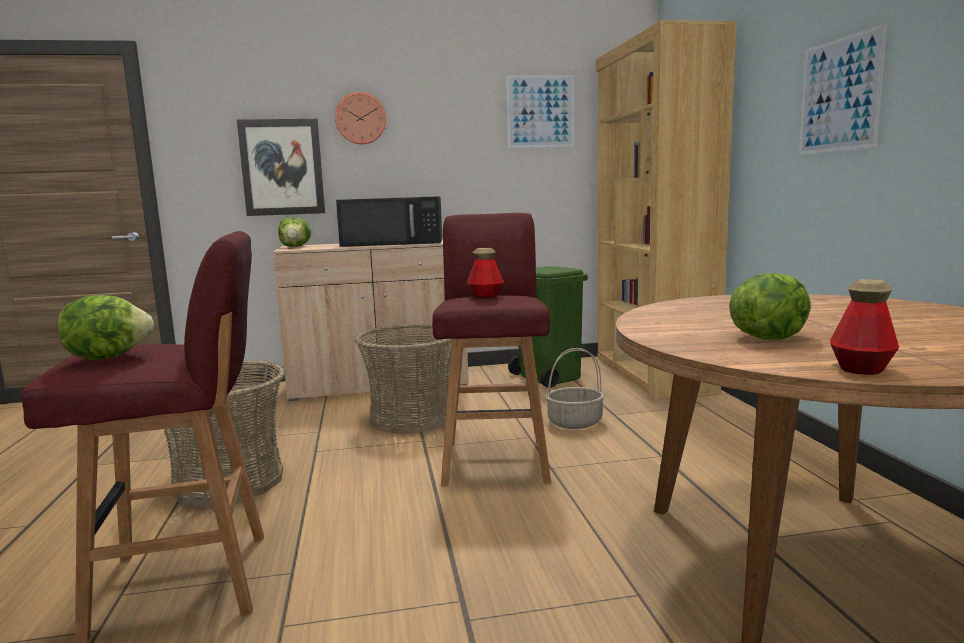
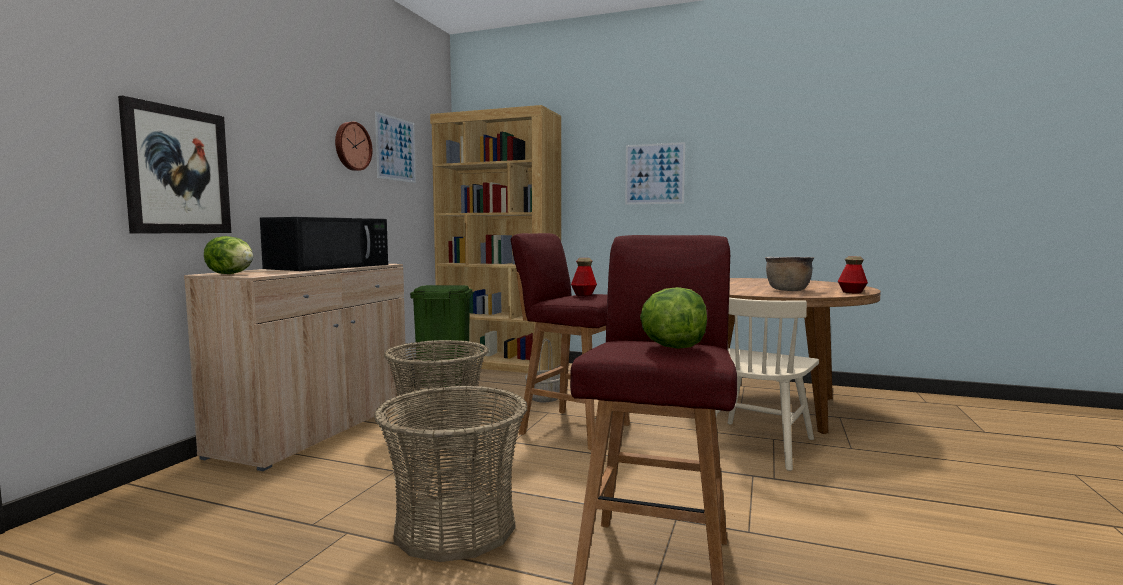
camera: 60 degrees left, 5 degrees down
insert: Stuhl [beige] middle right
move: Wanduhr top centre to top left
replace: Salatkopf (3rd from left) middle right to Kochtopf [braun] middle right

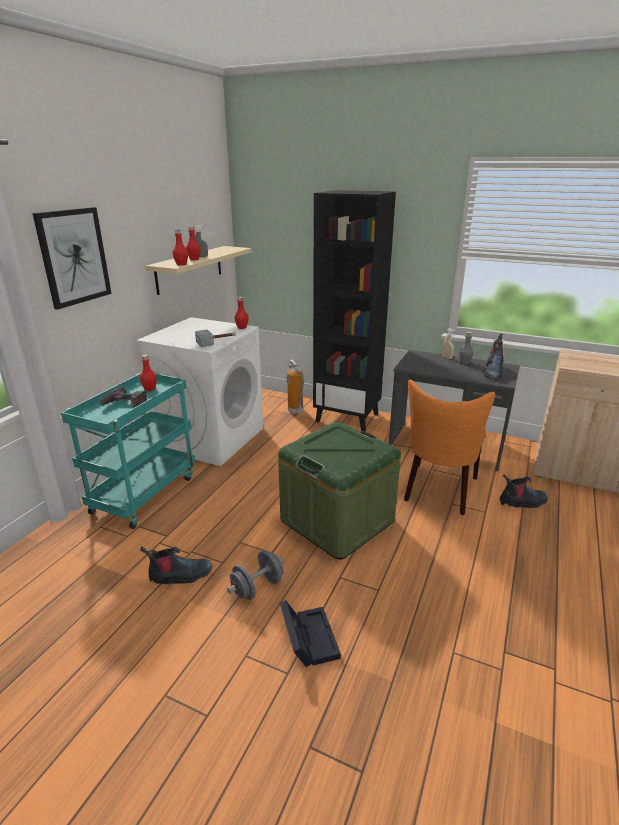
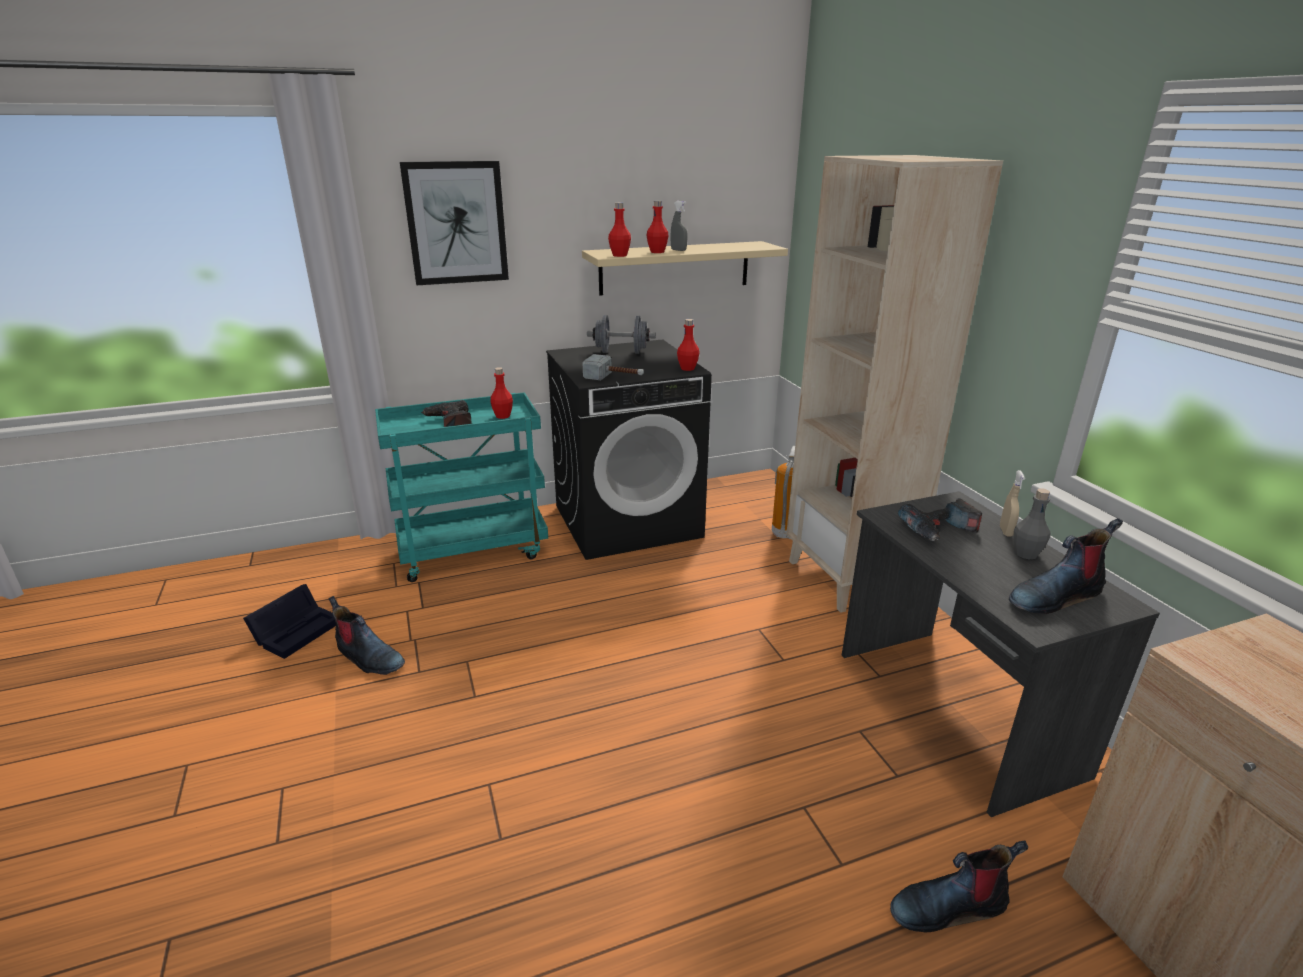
camera: 45 degrees right, 0 degrees up
delete: Aufbewahrungsbox [grün] centre; Stuhl [orange] middle right
insert: Bohrmaschine (2nd from left) middle right
move: Hantel [grau] bottom centre to centre; Aufbewahrungsbox [schwarz] bottom centre to middle left
recolor: Waschmaschine [weiß] middle left to Waschmaschine [schwarz] centre; Bücherregal [schwarz] centre to Bücherregal [beige] middle right
rotate: Stiefel (3rd from left in the first image) middle right = bottom right 135 degrees clockwise

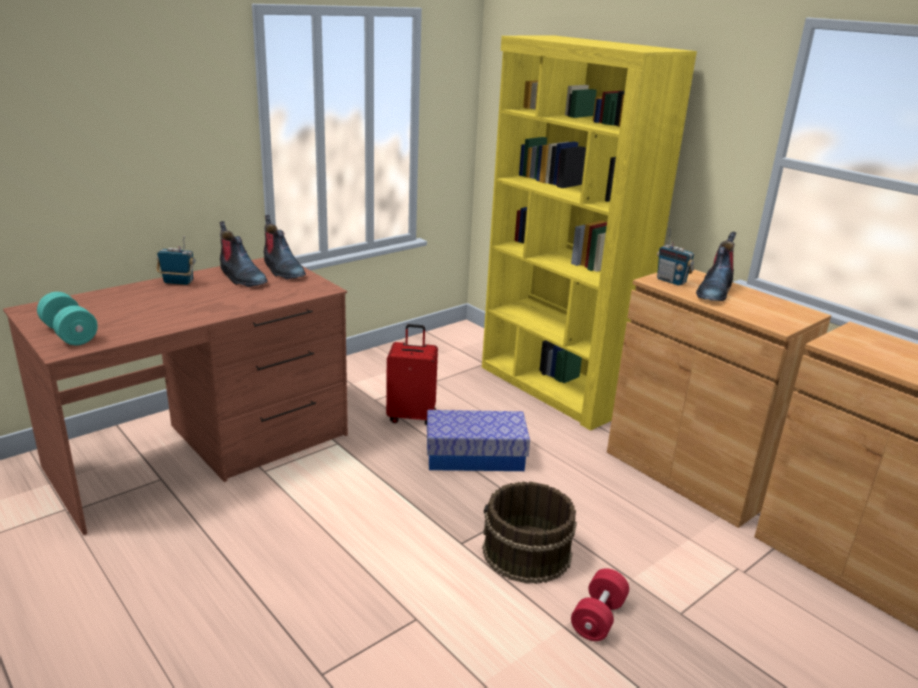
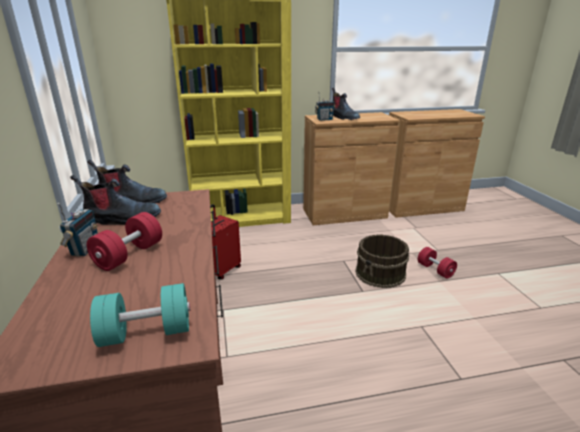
camera: 60 degrees left, 0 degrees up
delete: Aufbewahrungsbox centre
insert: Hantel [rot] (1st from left) middle left
rotate: Radio (1st from left) middle left = middle left 150 degrees clockwise

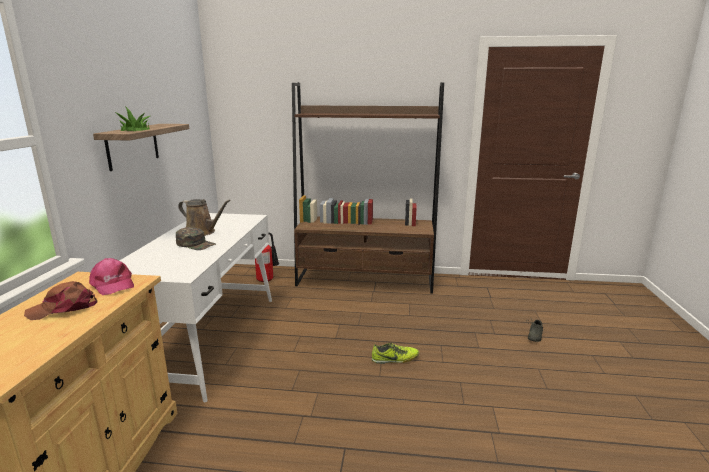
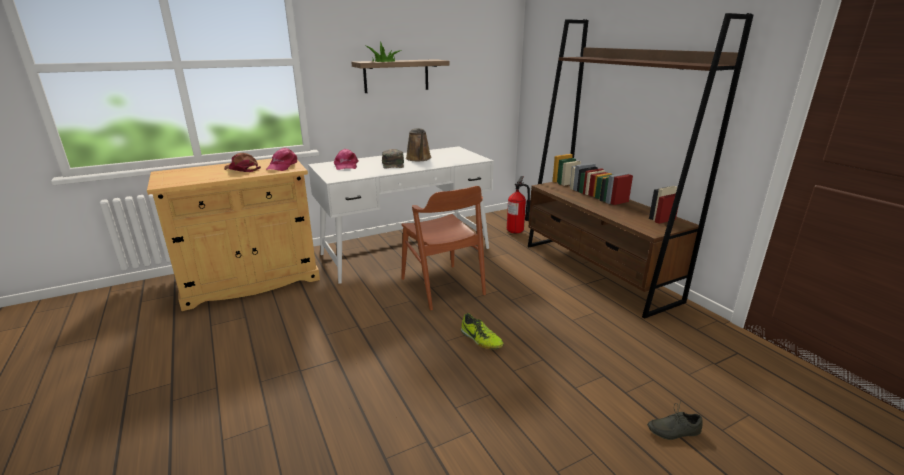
camera: 55 degrees right, 5 degrees up
insert: Kappe [rosa] (2nd from left) centre; Stuhl [braun] centre

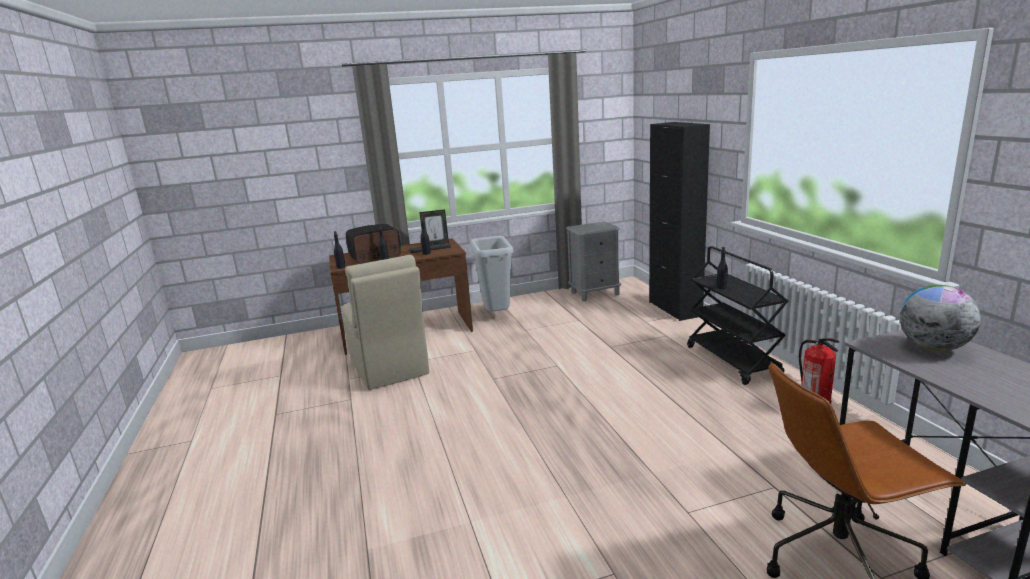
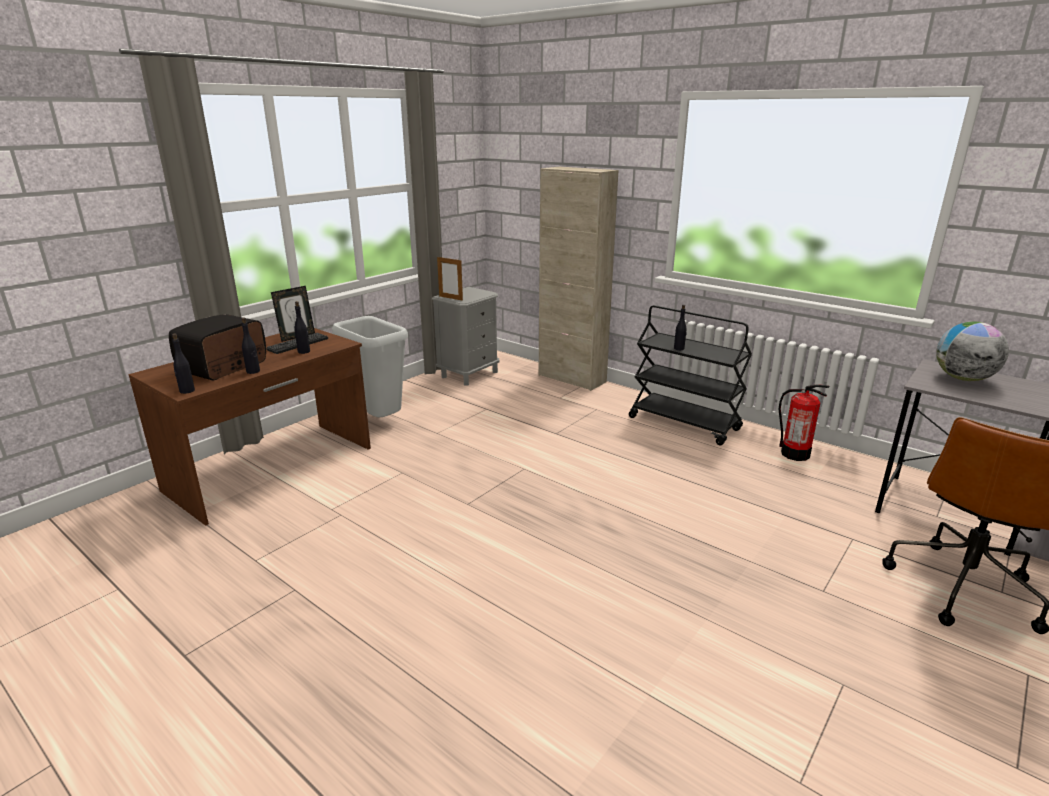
camera: 35 degrees left, 5 degrees up
delete: Stuhl [beige] centre
insert: Bilderrahmen (2nd from left) centre
recolor: Schrank [schwarz] centre to Schrank [beige] centre

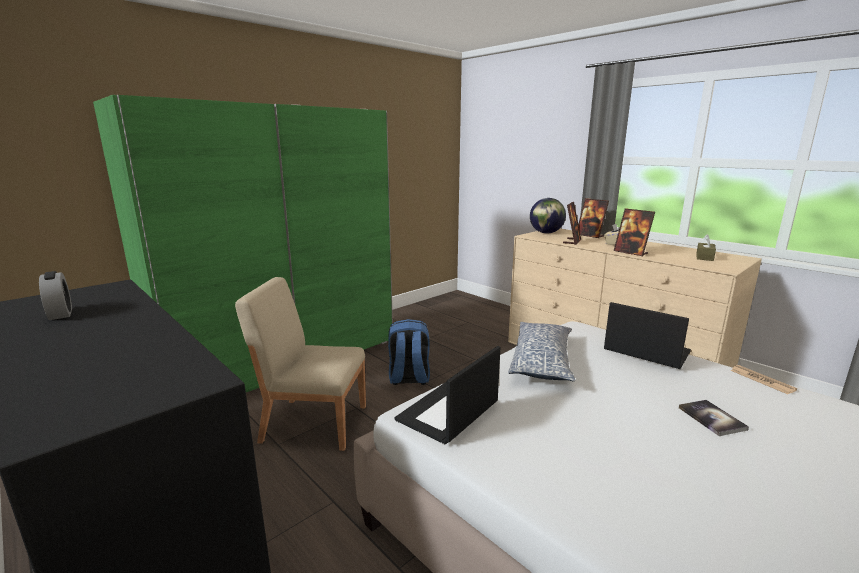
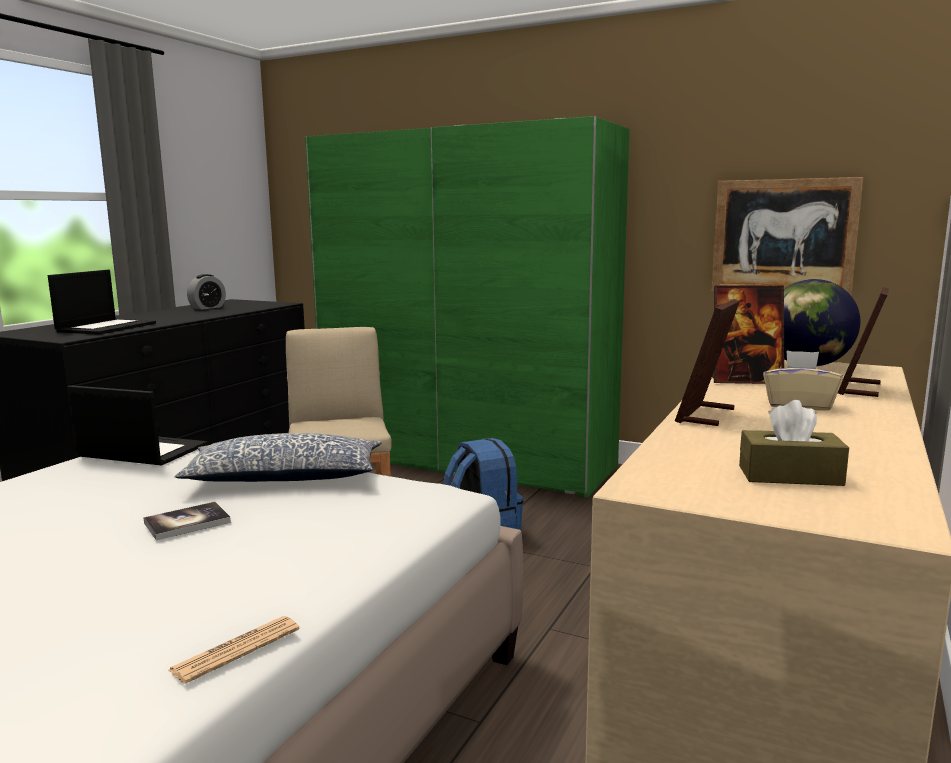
camera: 70 degrees right, 5 degrees down
insert: Bild top right
move: Laptop (2nd from left in the first image) middle right to Laptop (1st from left) middle left; Buch bottom right to bottom left

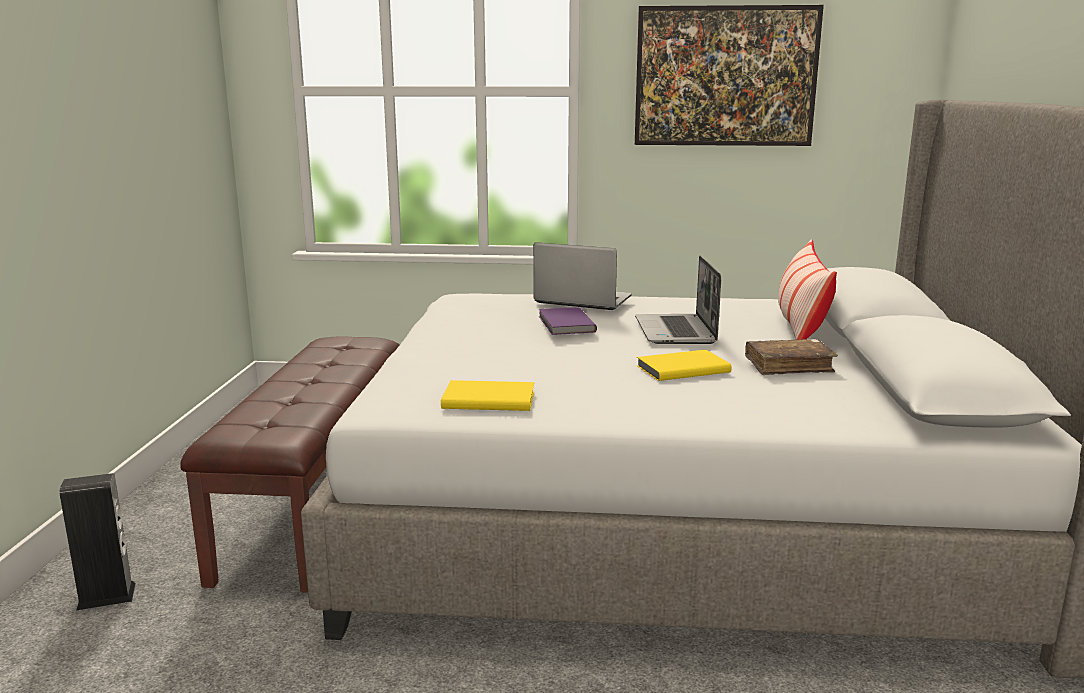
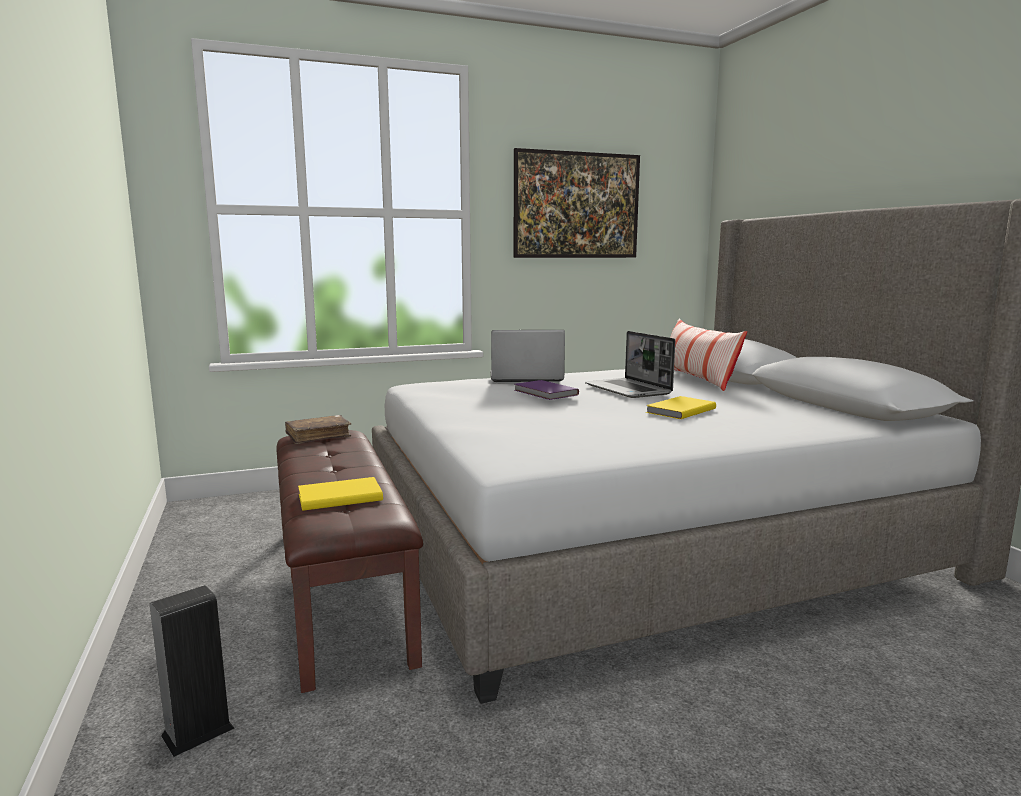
camera: 25 degrees left, 5 degrees down
move: Buch [gelb] (1st from left) centre to middle left; Buch [braun] middle right to middle left

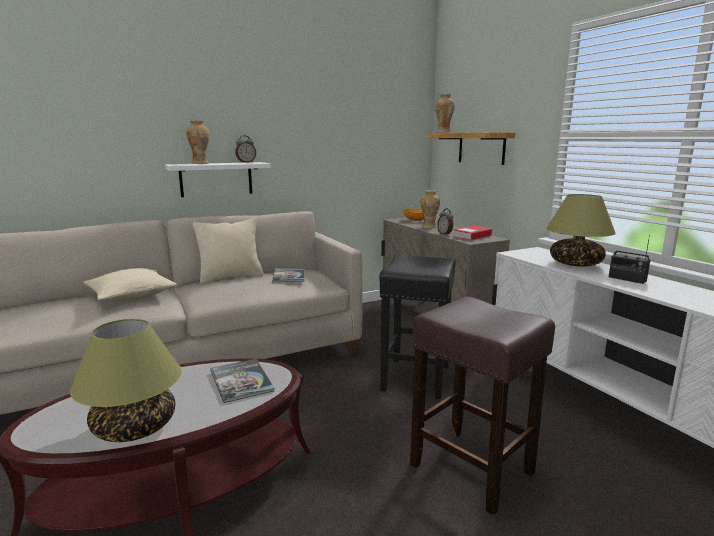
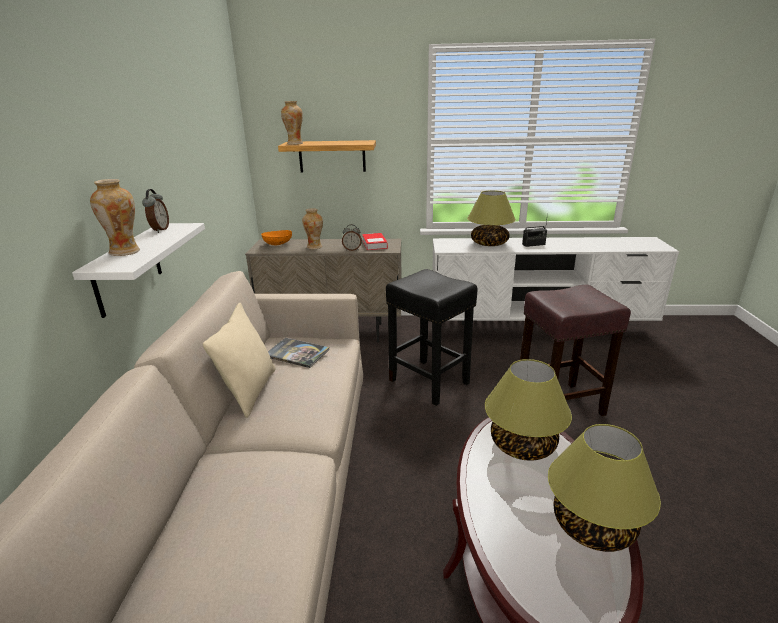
camera: 60 degrees left, 10 degrees up
delete: Kissen [beige] (1st from left) middle left
replace: Buch (1st from left) bottom centre to Tischlampe (2nd from left) middle right

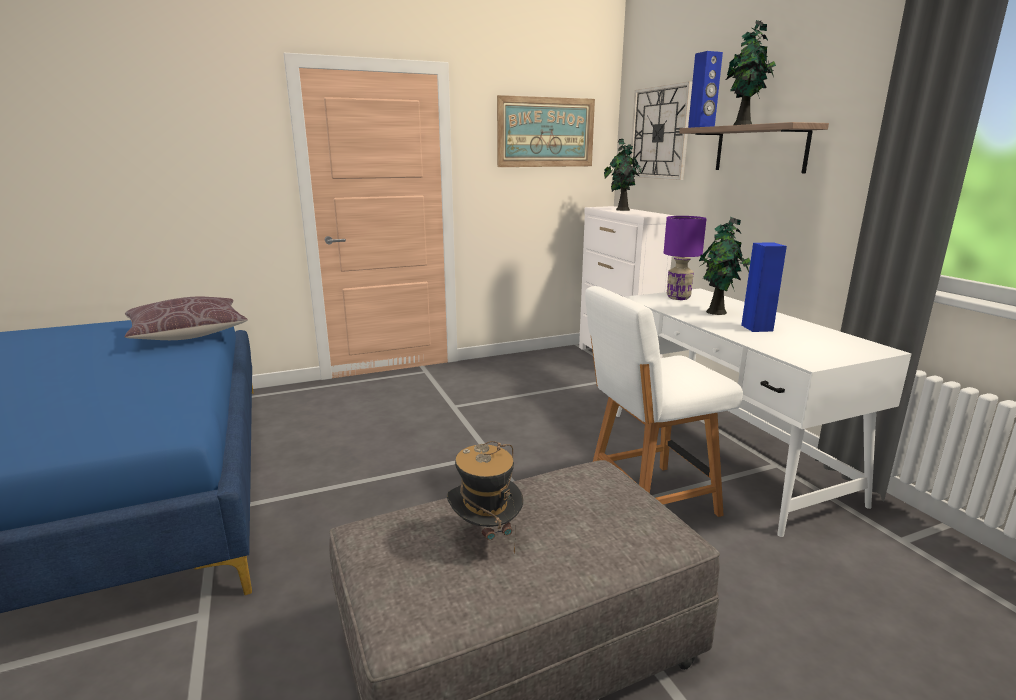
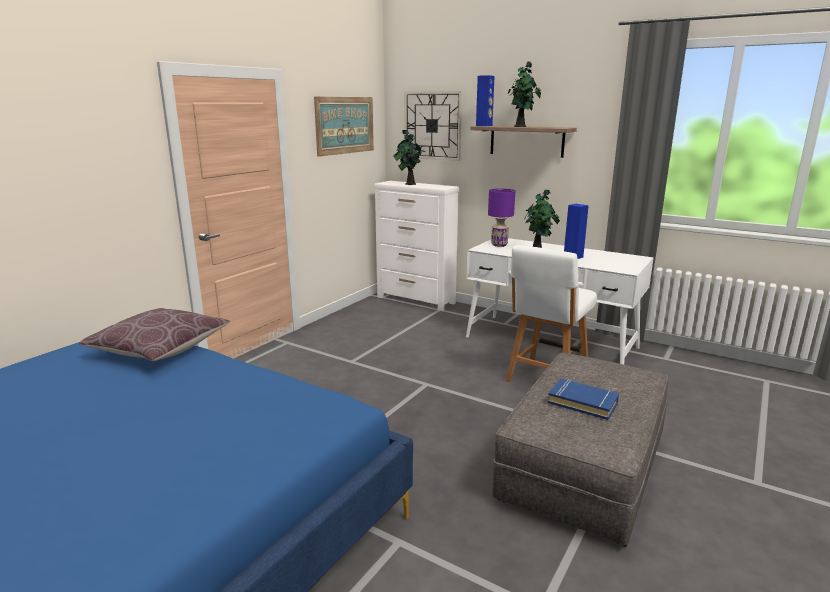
camera: 35 degrees left, 0 degrees up
replace: Hut bottom centre to Buch [blau] bottom right

